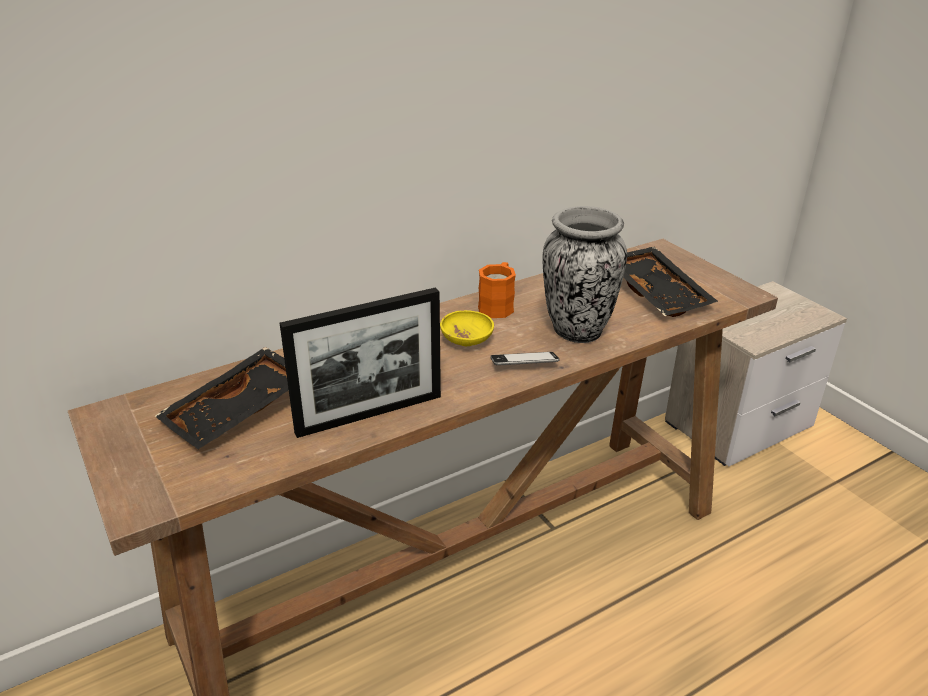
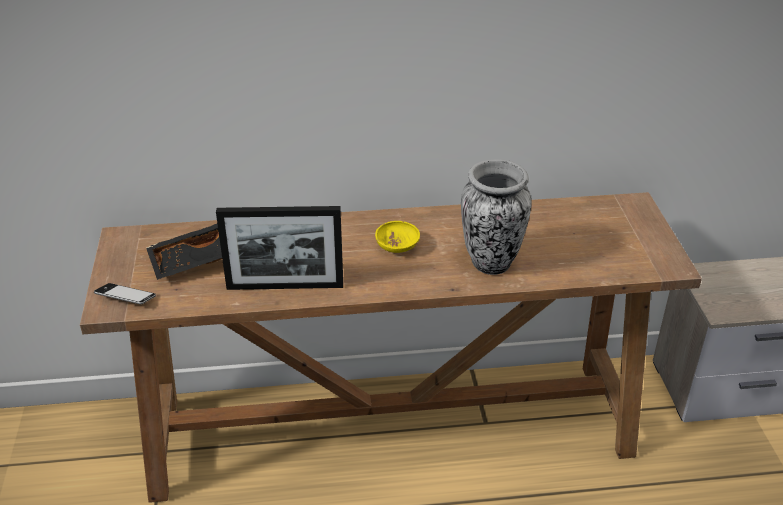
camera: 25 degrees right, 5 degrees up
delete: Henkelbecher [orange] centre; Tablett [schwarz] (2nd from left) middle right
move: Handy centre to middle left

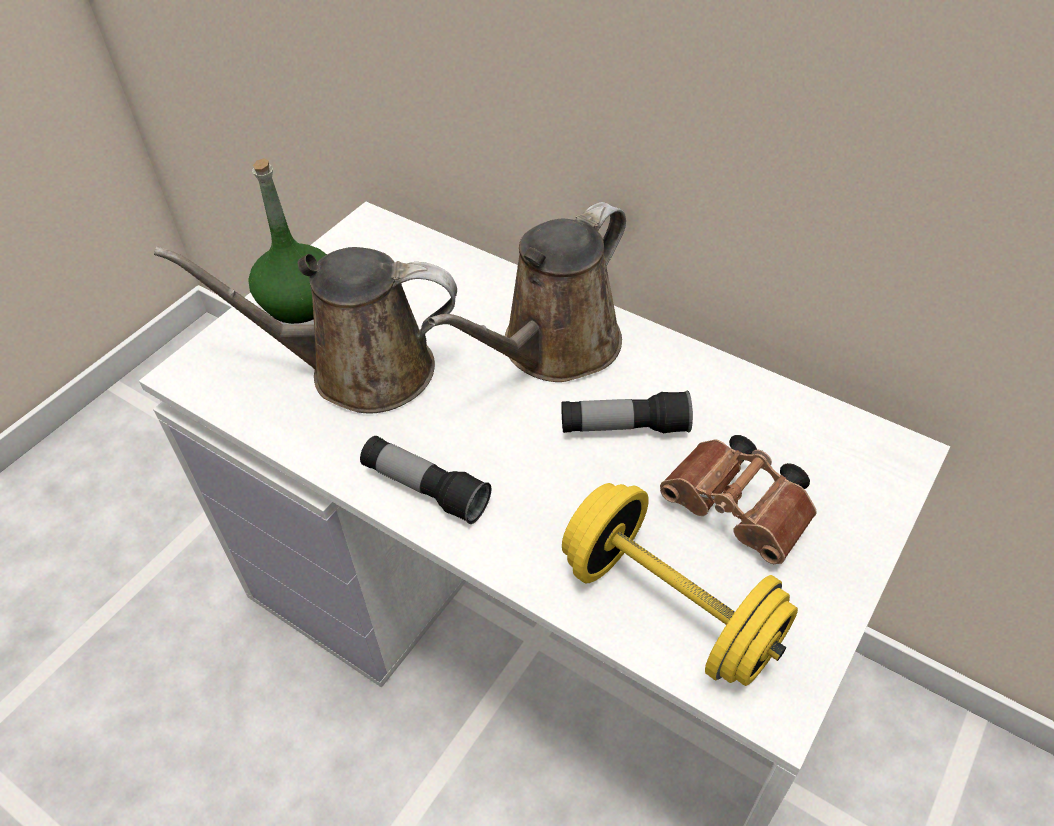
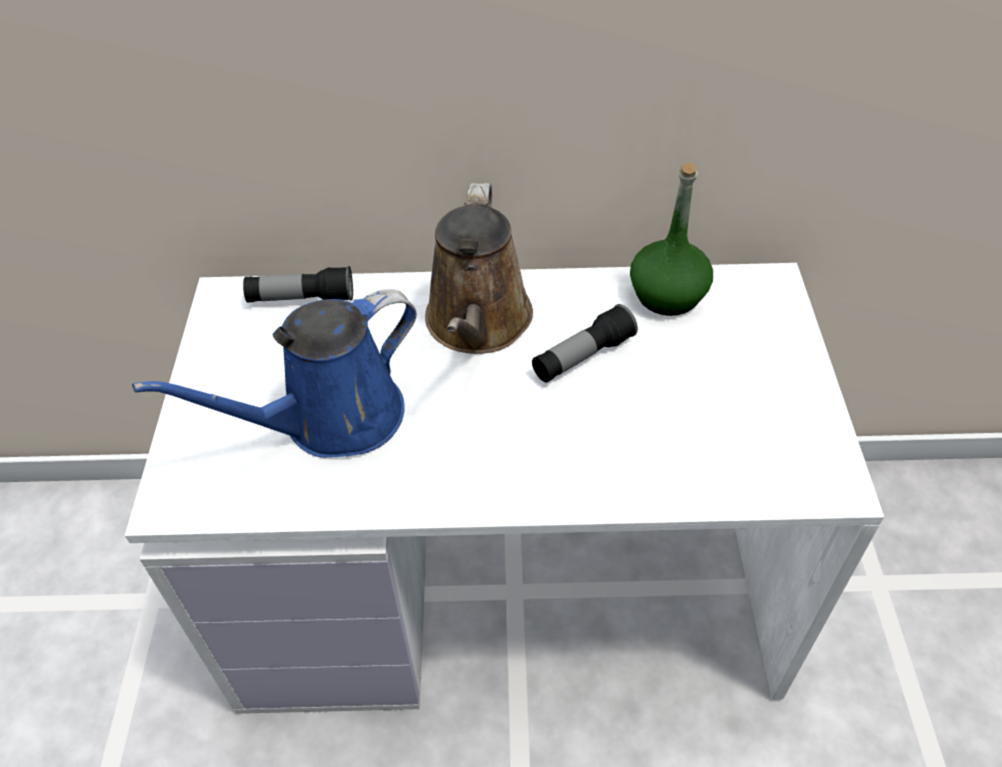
camera: 35 degrees left, 0 degrees up
delete: Hantel [gelb] bottom centre; Fernglas [braun] middle right
move: Flasche [grün] top left to top right; Taschenlampe (1st from left) centre to middle left
recolor: Gießkanne [braun] (1st from left) middle left to Gießkanne [blau] middle left

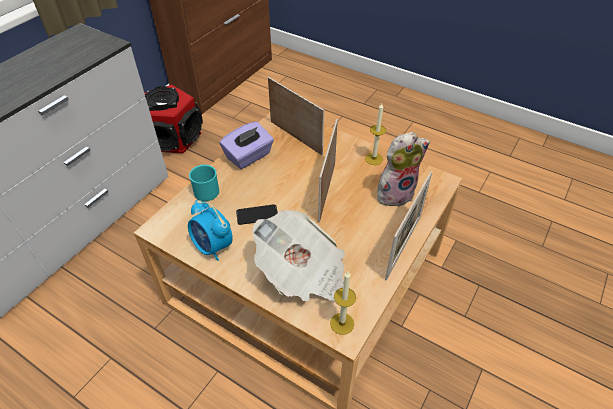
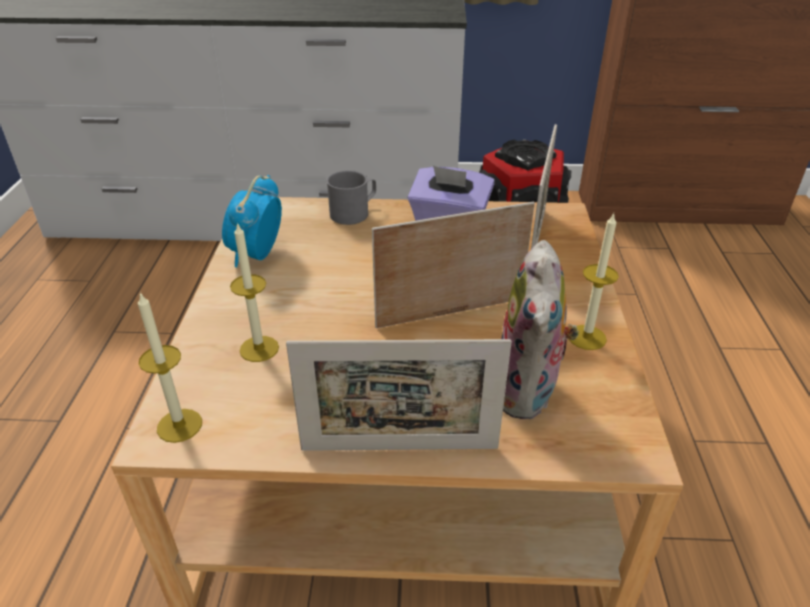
camera: 60 degrees right, 10 degrees down
delete: Handy centre
replace: Zeitung centre to Kerze (2nd from left) middle left
recolor: Henkelbecher [türkis] middle left to Henkelbecher [grau] top centre
rotate: Plüschtier centre = middle right 60 degrees clockwise

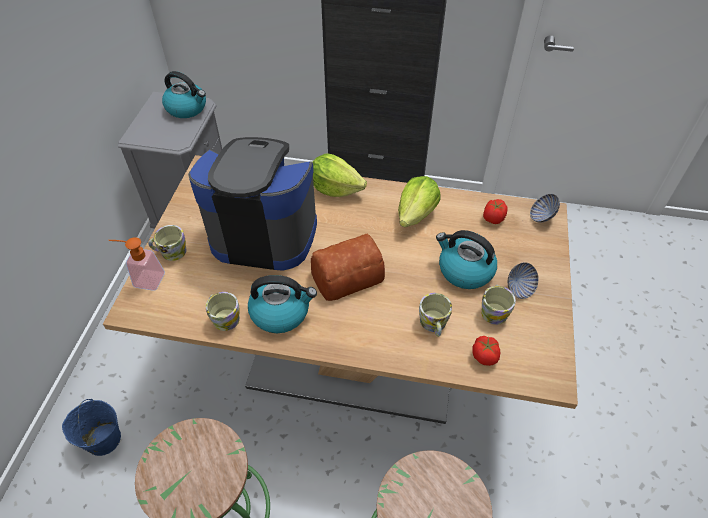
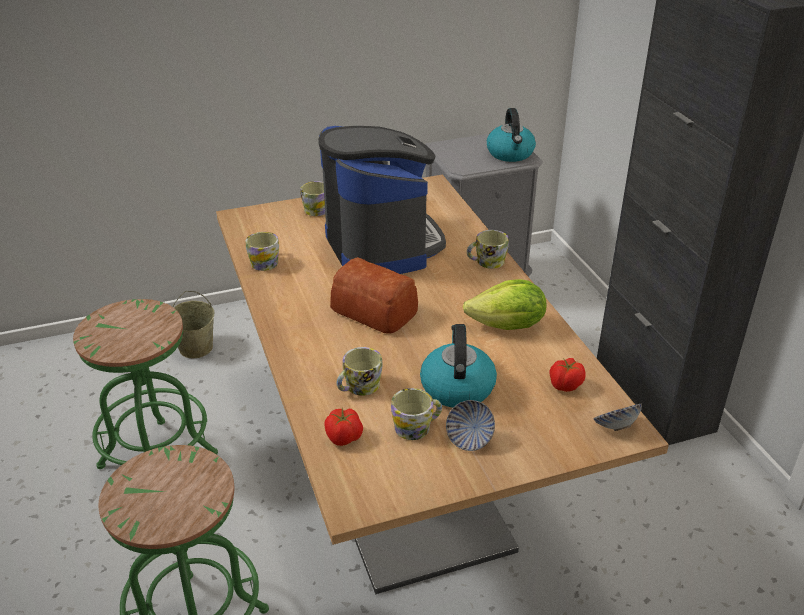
camera: 60 degrees right, 15 degrees down
delete: Seifenspender middle left; Wasserkessel (2nd from left) centre
replace: Salatkopf (1st from left) centre to Henkelbecher (5th from left) centre
recolor: Eimer [blau] bottom left to Eimer [beige] middle left

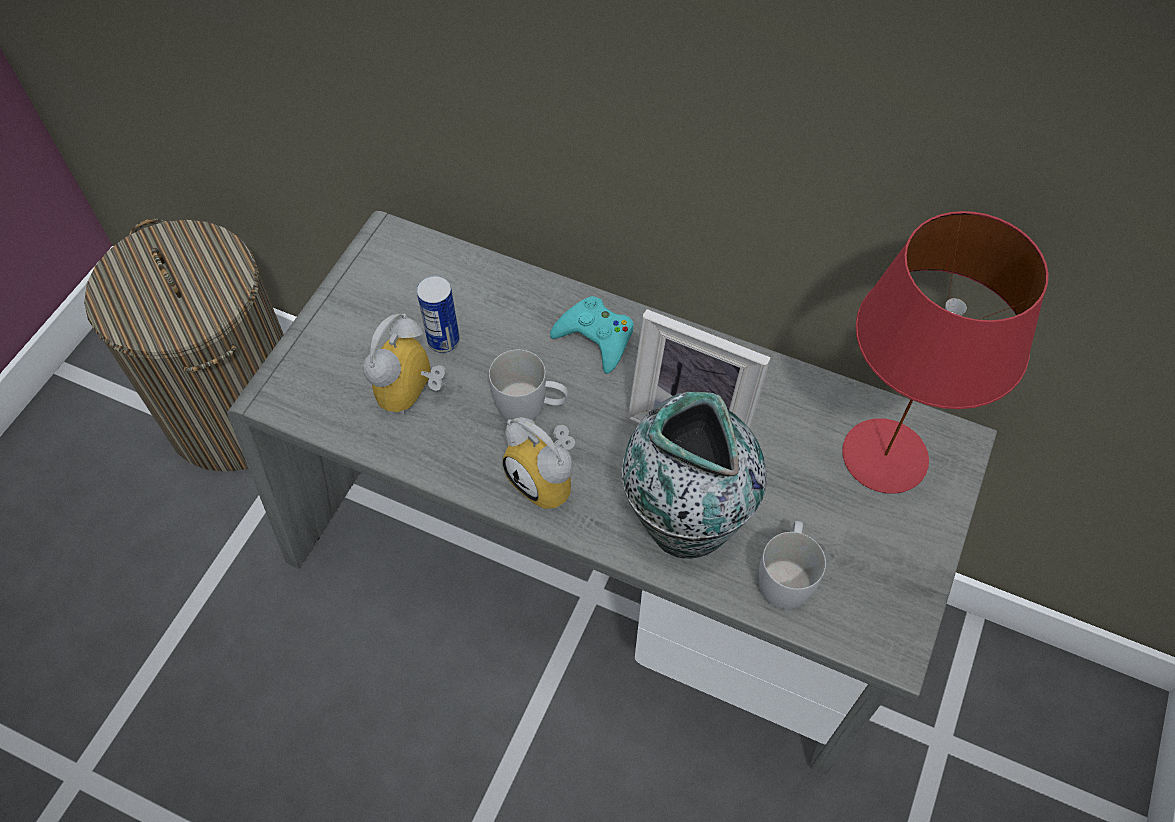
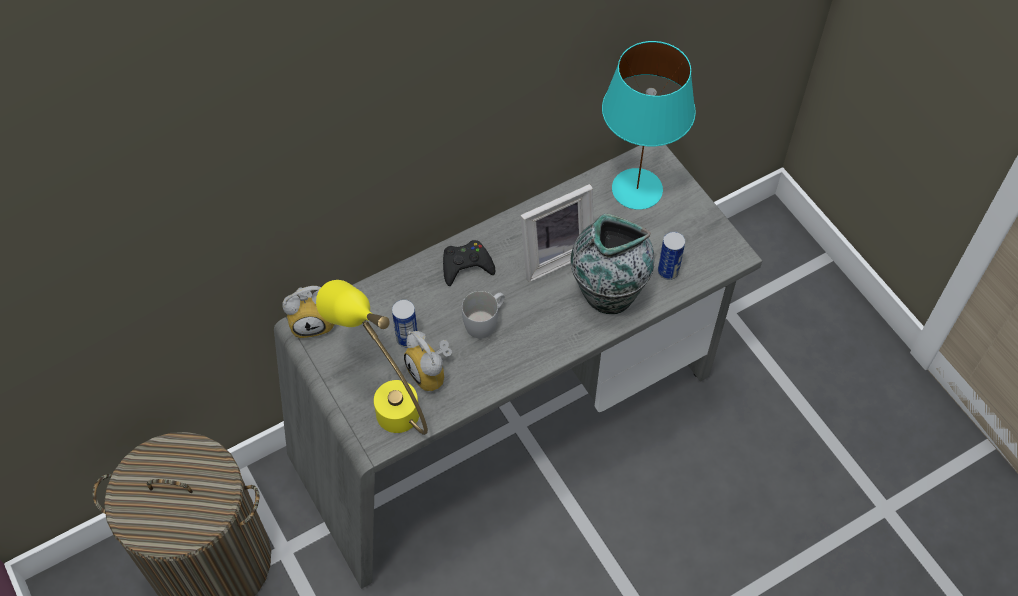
camera: 55 degrees left, 0 degrees up
insert: Tischlampe [gelb] centre
move: Wecker (2nd from left in the first image) centre to Wecker (1st from left) middle left
replace: Henkelbecher [weiß] (2nd from left) bottom right to Dose (2nd from left) centre
recolor: Gamepad [türkis] centre to Gamepad [schwarz] centre; Tischlampe [rot] middle right to Tischlampe [türkis] top centre

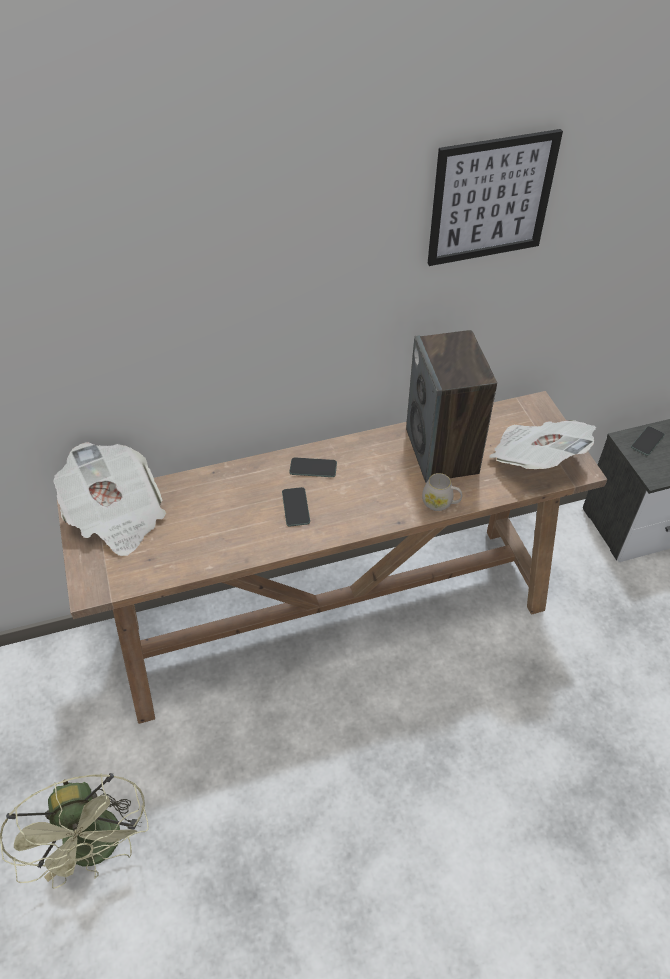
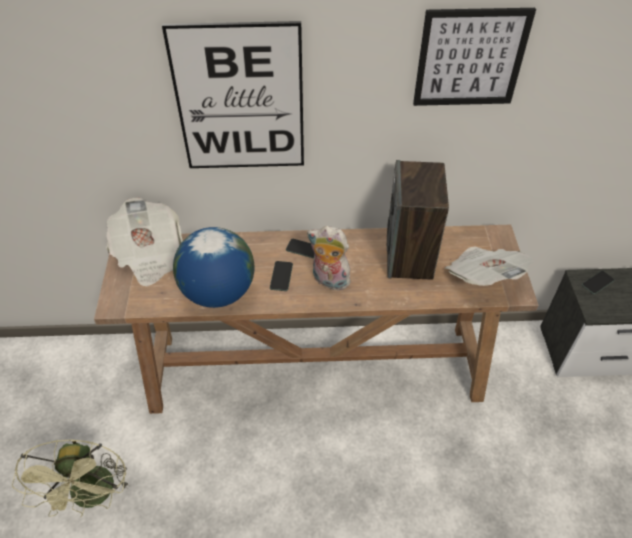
camera: 15 degrees right, 0 degrees up
delete: Henkelbecher [weiß] centre
insert: Bild (1st from left) top centre; Globus centre; Plüschtier centre

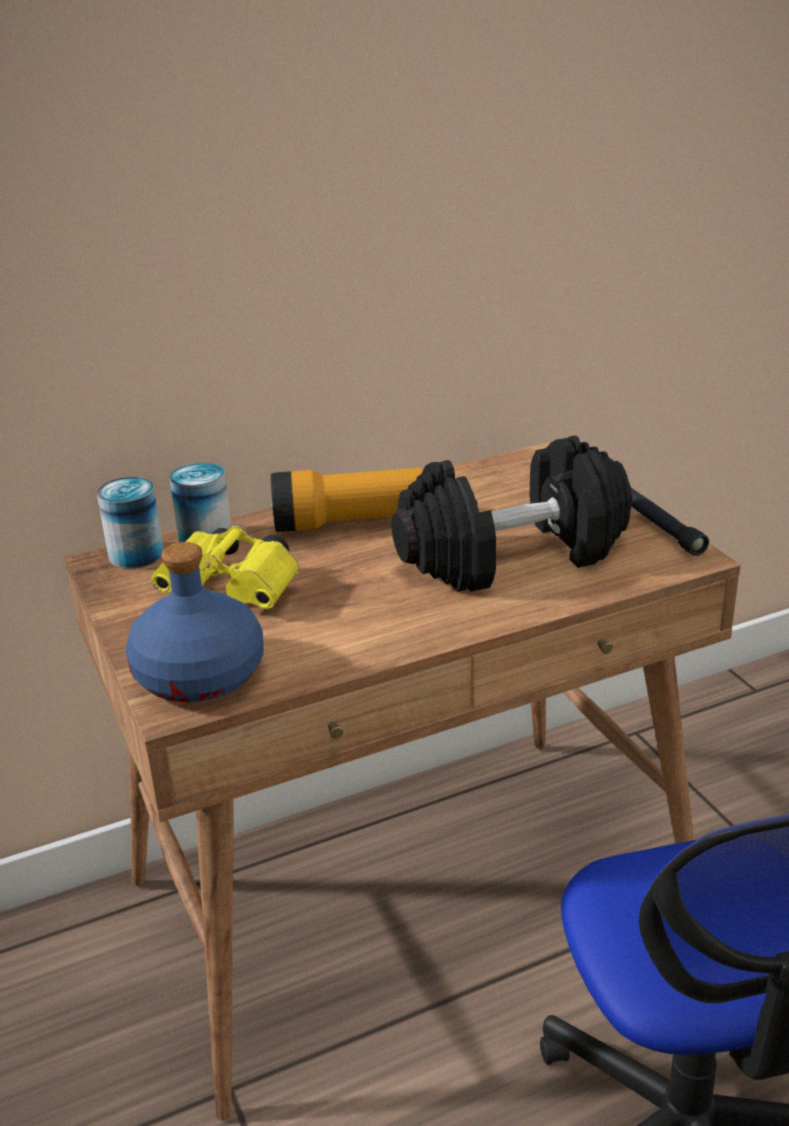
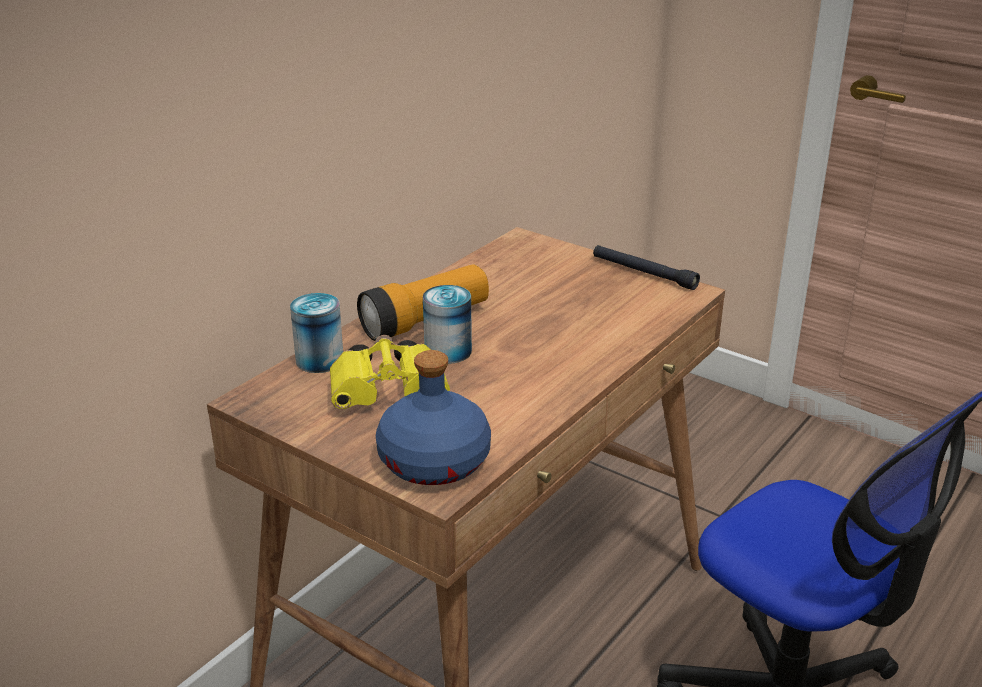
camera: 30 degrees left, 0 degrees up
delete: Hantel [schwarz] centre
move: Dose (1st from left in the first image) middle left to Dose (2nd from left) centre

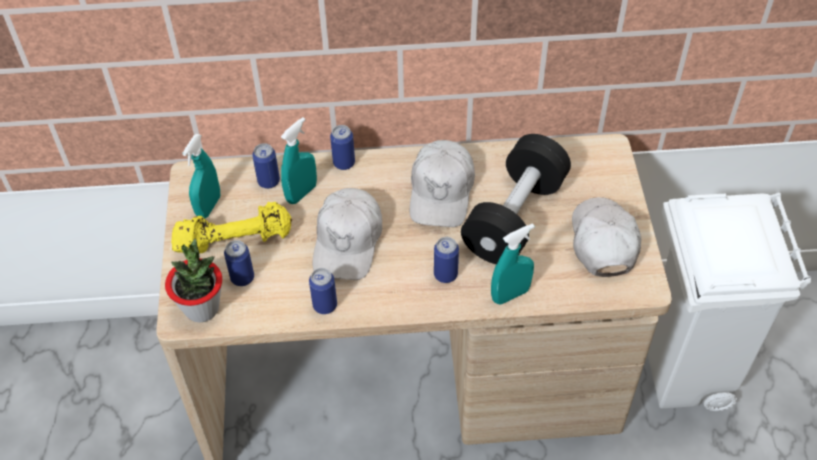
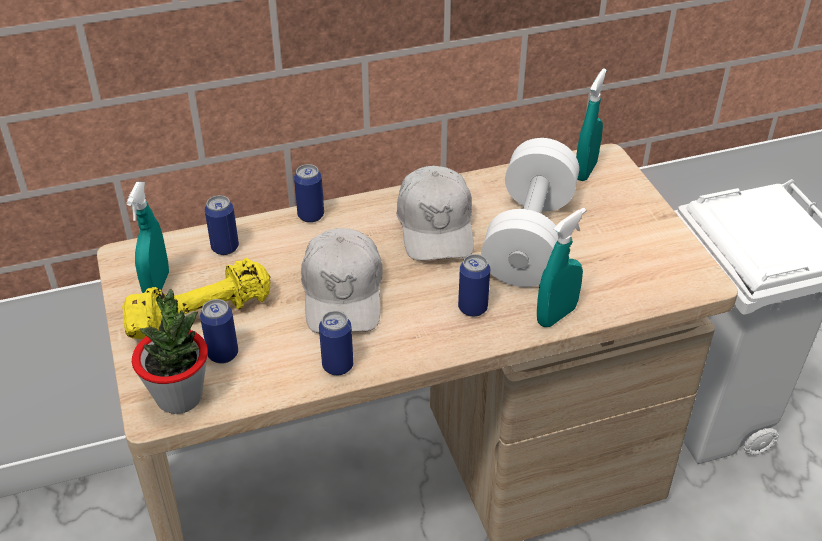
camera: 15 degrees left, 10 degrees down
delete: Kappe [weiß] (3rd from left) middle right
move: Sprühflasche [türkis] (2nd from left in the first image) centre to Sprühflasche [türkis] (3rd from left) top right
recolor: Hantel [schwarz] centre to Hantel [weiß] centre

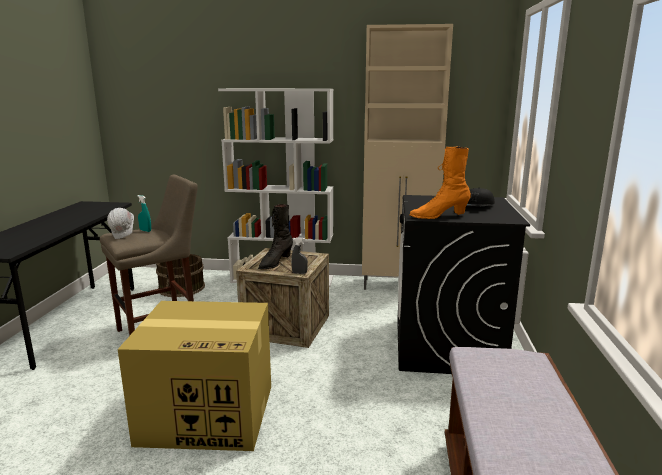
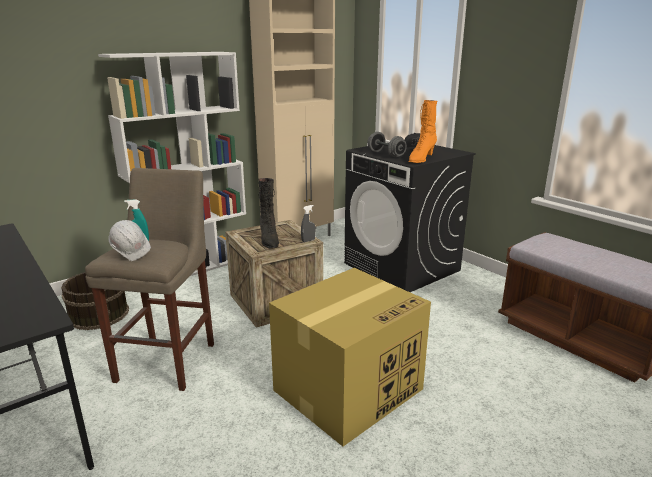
camera: 45 degrees left, 5 degrees up
insert: Hantel [grau] top centre

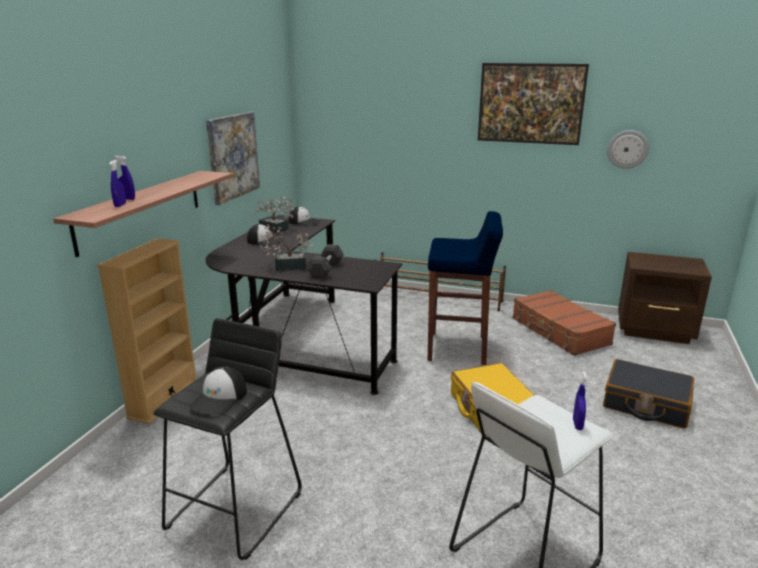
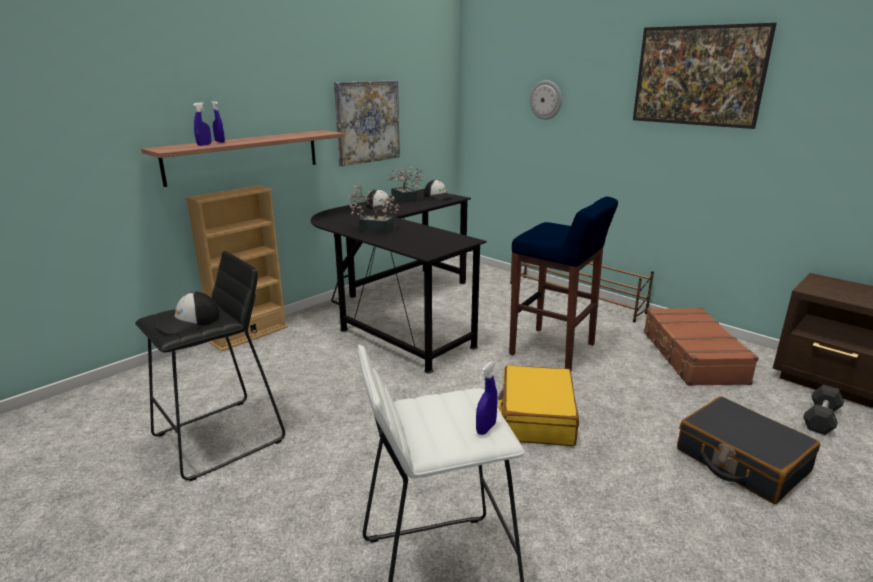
camera: 25 degrees right, 0 degrees up
move: Hantel [grau] centre to bottom right; Wanduhr top right to top centre

